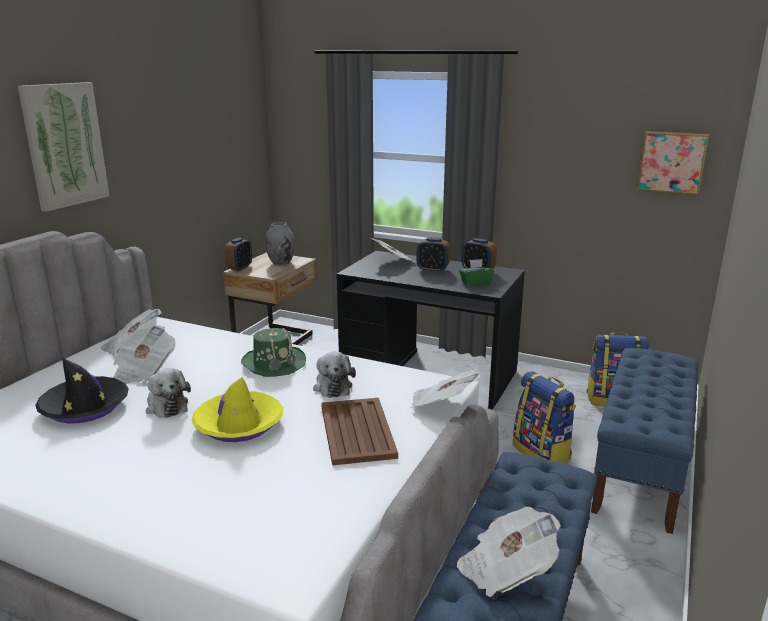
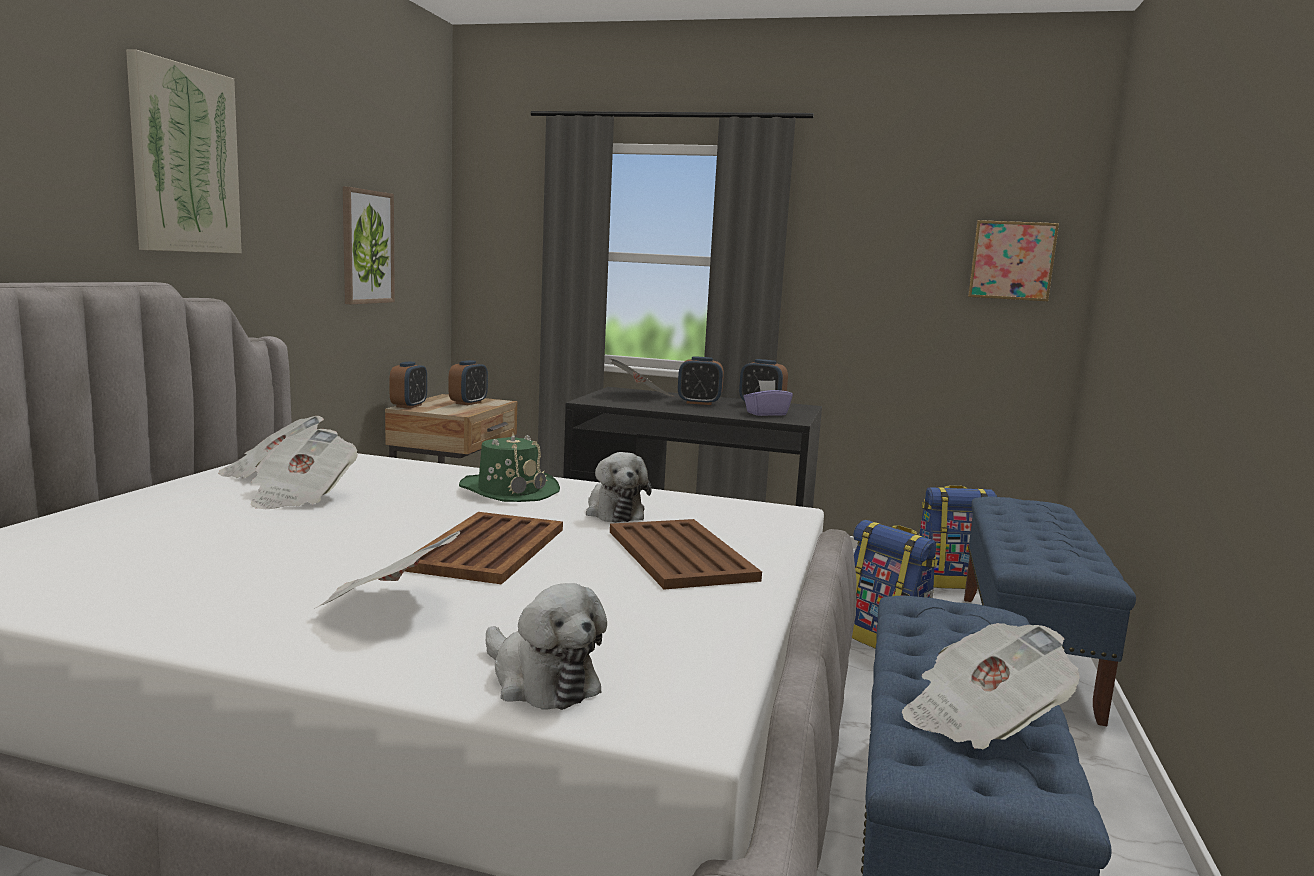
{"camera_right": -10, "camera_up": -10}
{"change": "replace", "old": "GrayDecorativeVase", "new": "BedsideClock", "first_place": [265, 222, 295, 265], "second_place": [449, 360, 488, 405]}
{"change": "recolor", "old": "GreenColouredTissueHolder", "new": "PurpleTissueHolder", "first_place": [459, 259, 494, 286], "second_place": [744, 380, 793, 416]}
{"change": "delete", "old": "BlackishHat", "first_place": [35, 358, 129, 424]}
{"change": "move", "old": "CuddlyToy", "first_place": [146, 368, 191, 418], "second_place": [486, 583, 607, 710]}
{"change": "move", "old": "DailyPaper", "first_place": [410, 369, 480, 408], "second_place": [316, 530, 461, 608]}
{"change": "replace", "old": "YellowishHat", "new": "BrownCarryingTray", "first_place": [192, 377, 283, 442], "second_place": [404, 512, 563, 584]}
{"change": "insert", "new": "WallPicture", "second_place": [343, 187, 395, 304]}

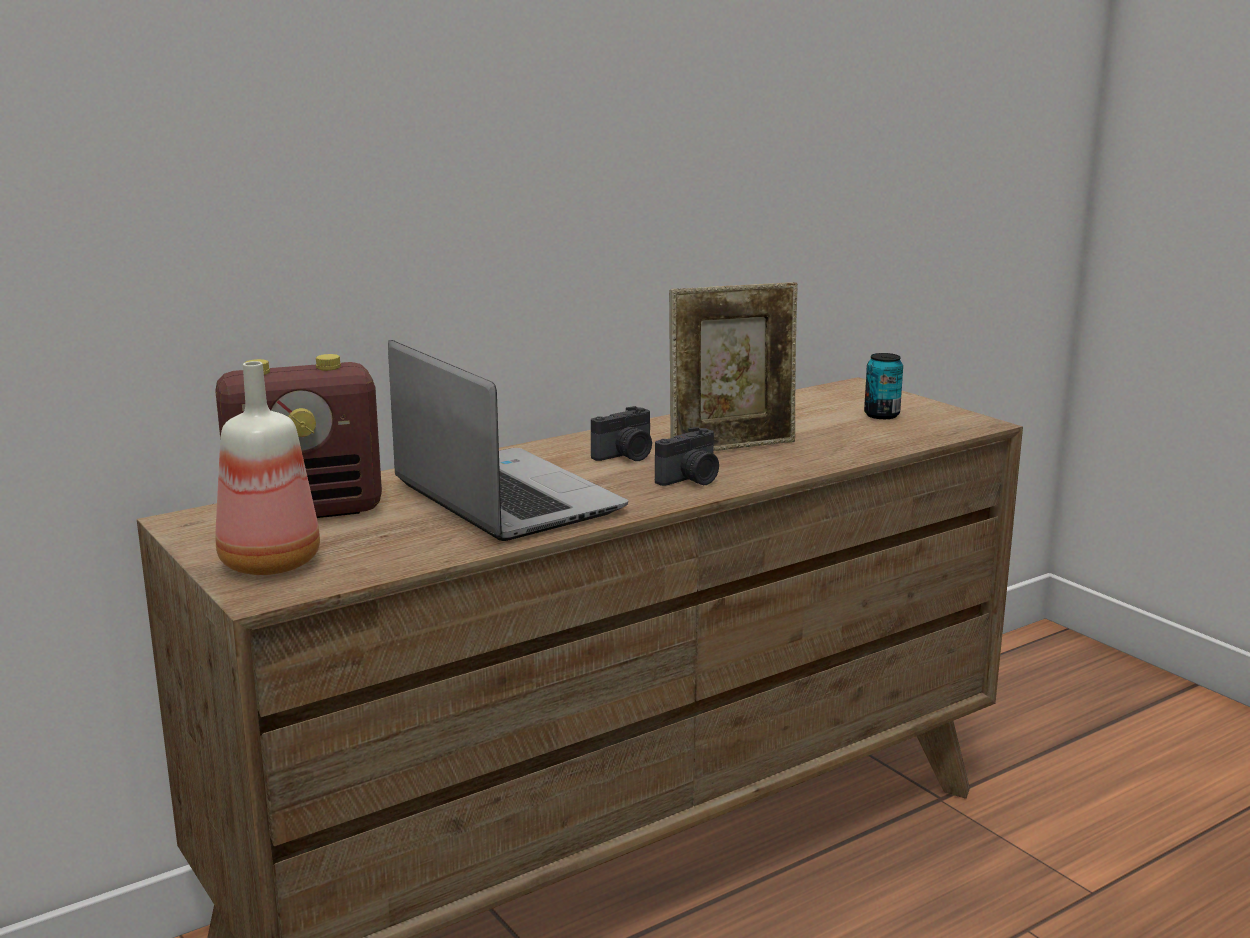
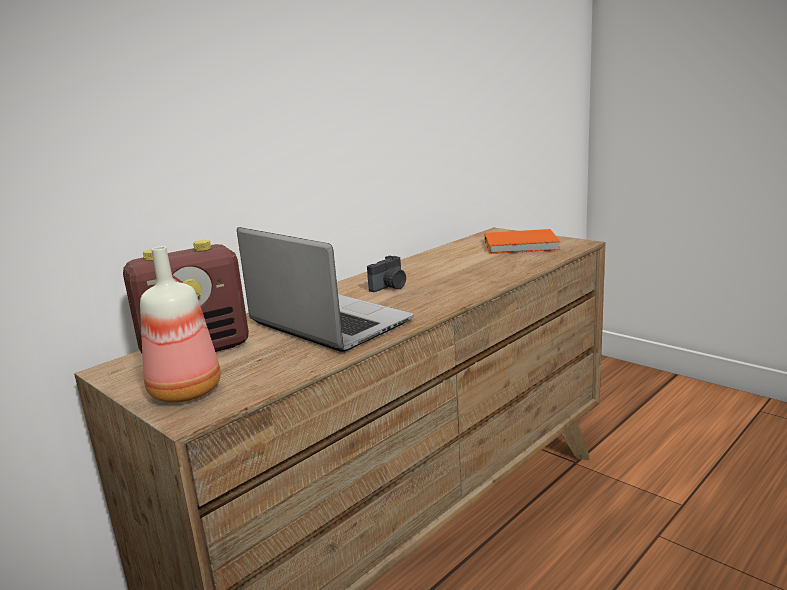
{"camera_right": -10, "camera_up": 0}
{"change": "delete", "old": "PictureFrame", "first_place": [669, 282, 798, 451]}
{"change": "replace", "old": "MetalCan", "new": "OrangeColouredBook", "first_place": [864, 353, 903, 419], "second_place": [485, 229, 560, 254]}
{"change": "delete", "old": "StillCamera", "first_place": [655, 426, 719, 486]}

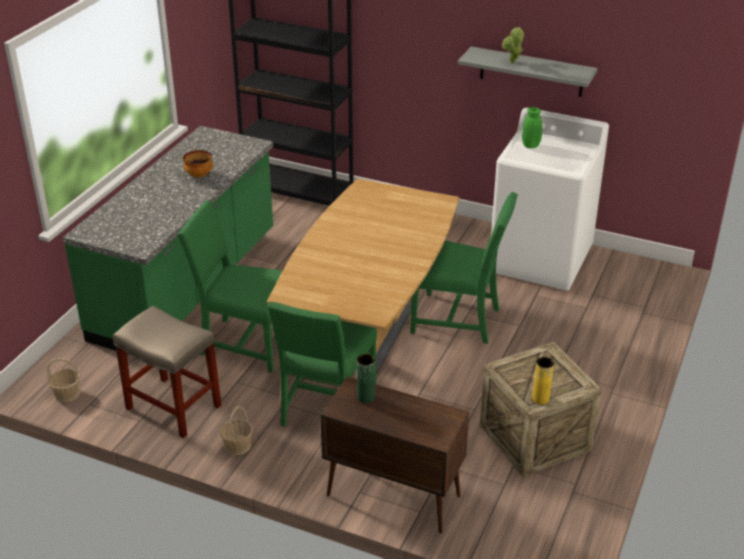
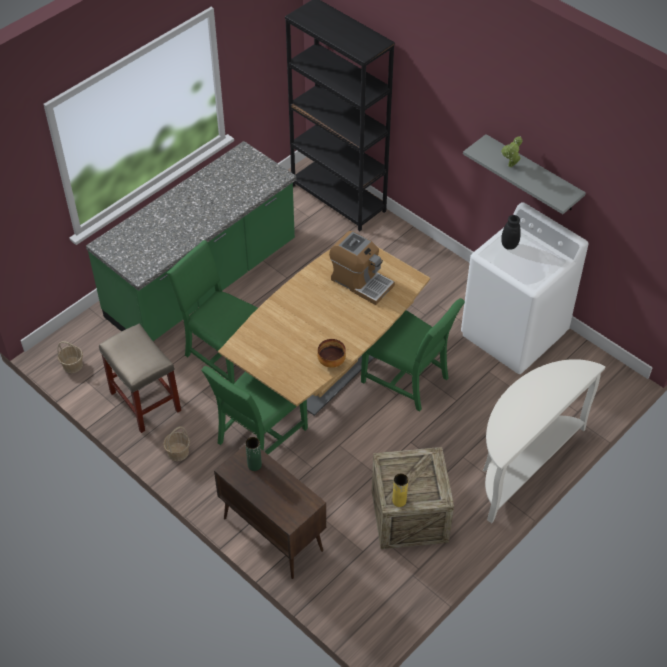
{"camera_right": 20, "camera_up": 15}
{"change": "recolor", "old": "GreenColouredDecorativeVase", "new": "BlackishDecorativeVase", "first_place": [522, 107, 542, 148], "second_place": [501, 215, 521, 250]}
{"change": "move", "old": "DeepDish", "first_place": [183, 150, 213, 177], "second_place": [317, 339, 346, 368]}
{"change": "insert", "new": "CoffeeBrewer", "second_place": [329, 231, 395, 305]}
{"change": "insert", "new": "WhiteColouredHallTable", "second_place": [483, 359, 605, 523]}

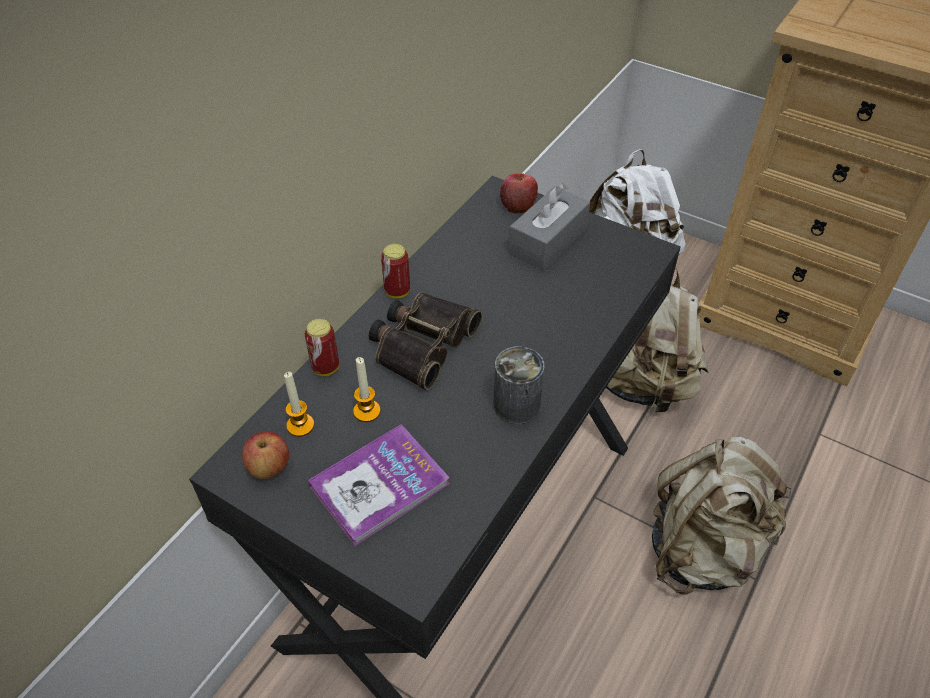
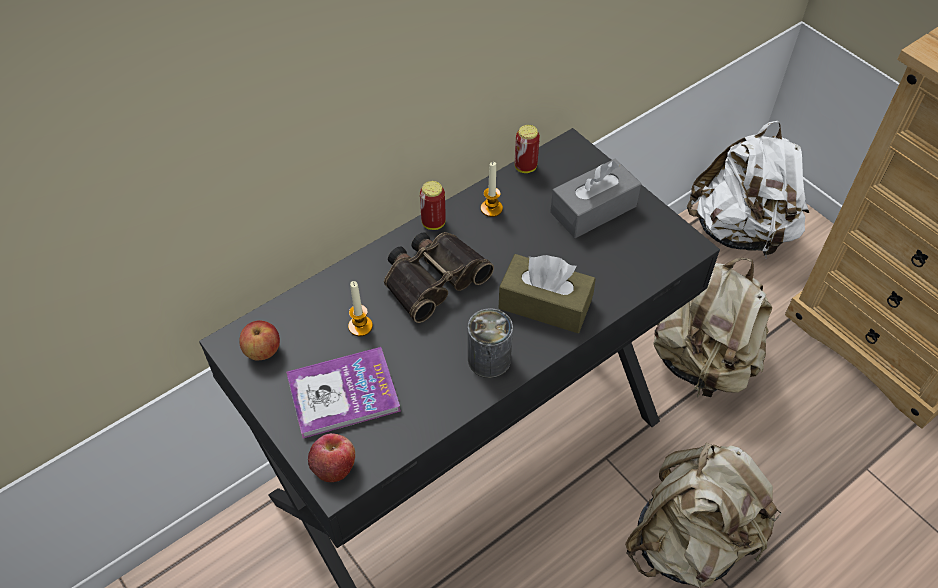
{"camera_right": 20, "camera_up": 5}
{"change": "move", "old": "AppleFruit", "first_place": [500, 173, 538, 214], "second_place": [308, 433, 355, 482]}
{"change": "move", "old": "MetalCan", "first_place": [305, 319, 339, 376], "second_place": [515, 125, 540, 173]}
{"change": "move", "old": "WaxLight", "first_place": [284, 372, 314, 437], "second_place": [481, 162, 503, 217]}
{"change": "insert", "new": "BrownTissueHolder", "second_place": [499, 254, 596, 333]}

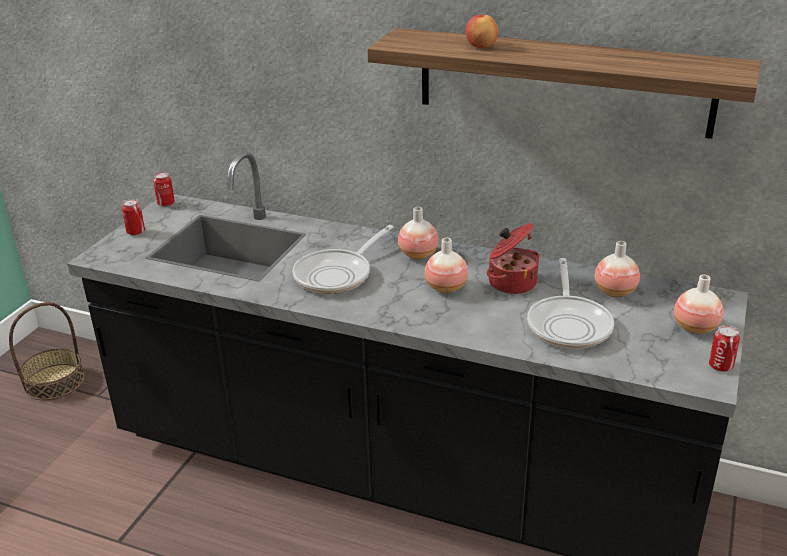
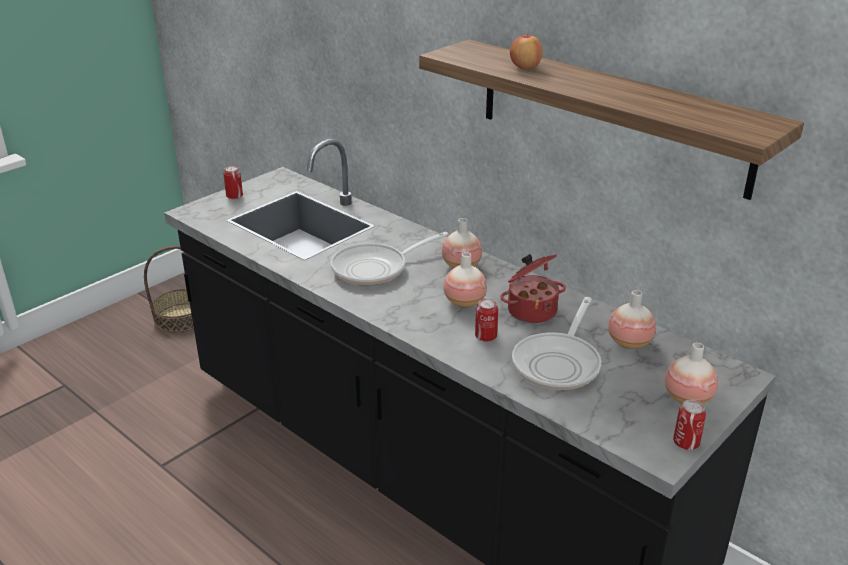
{"camera_right": 20, "camera_up": 0}
{"change": "move", "old": "MetalCan", "first_place": [153, 172, 175, 207], "second_place": [475, 299, 498, 342]}

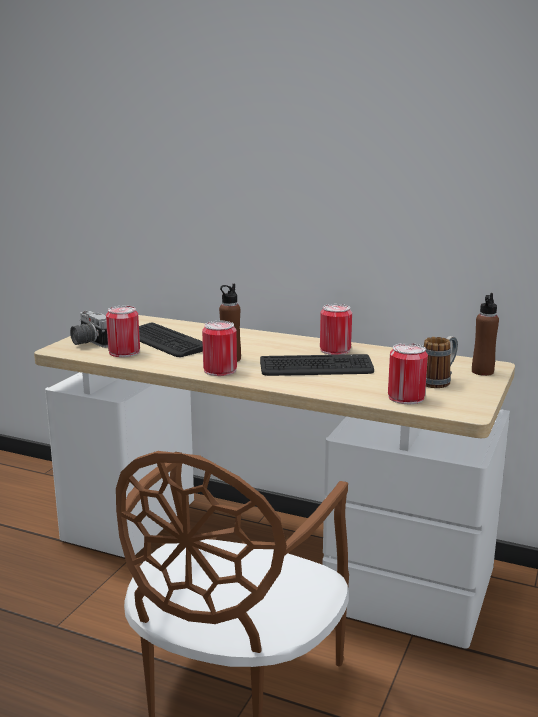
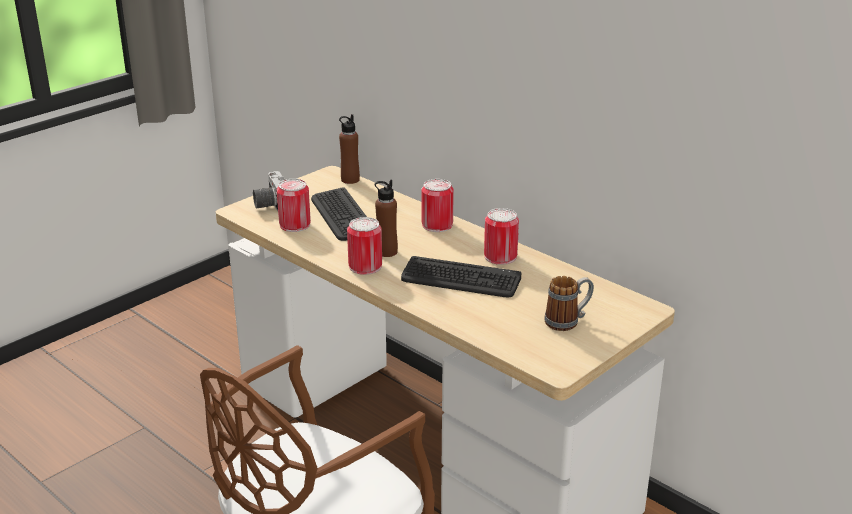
{"camera_right": 20, "camera_up": 10}
{"change": "move", "old": "BrownDrinkBottle", "first_place": [472, 293, 499, 376], "second_place": [339, 114, 360, 184]}
{"change": "move", "old": "MetalCan", "first_place": [388, 343, 428, 404], "second_place": [422, 179, 454, 232]}

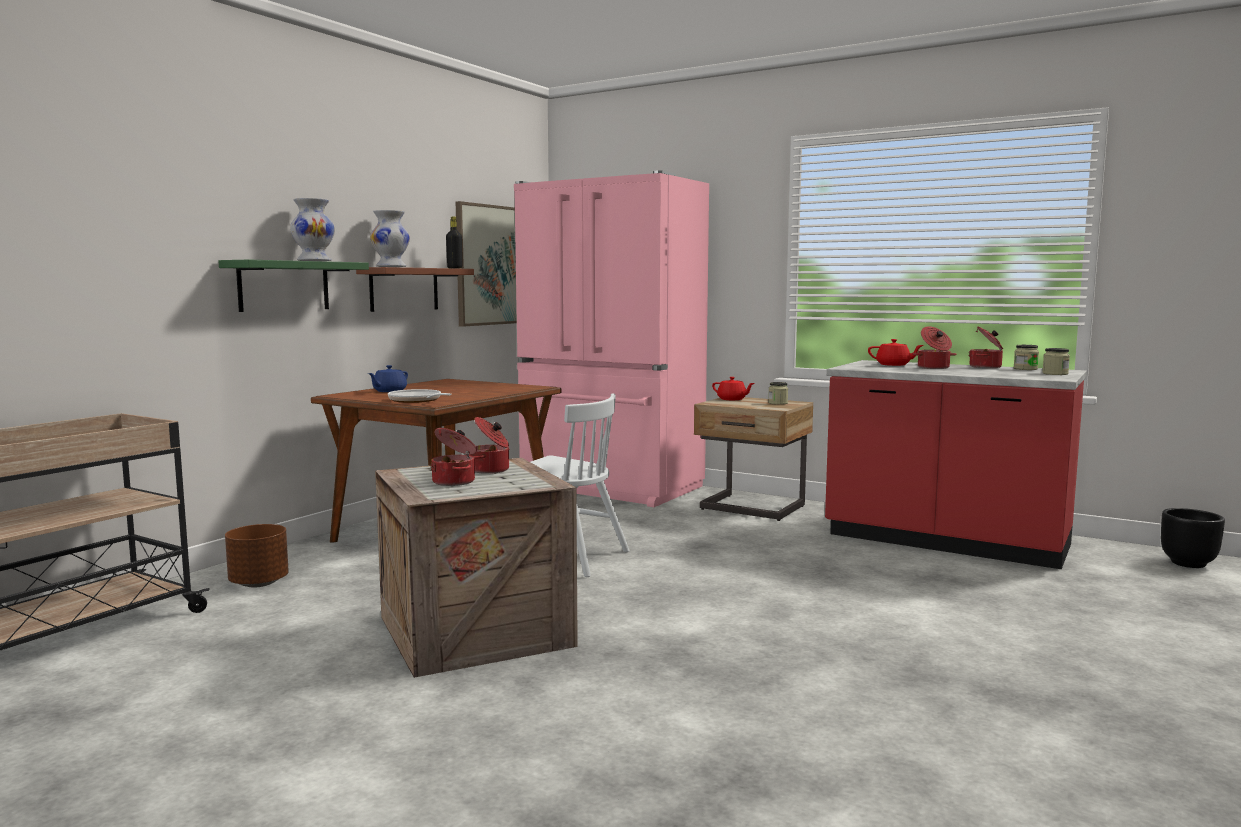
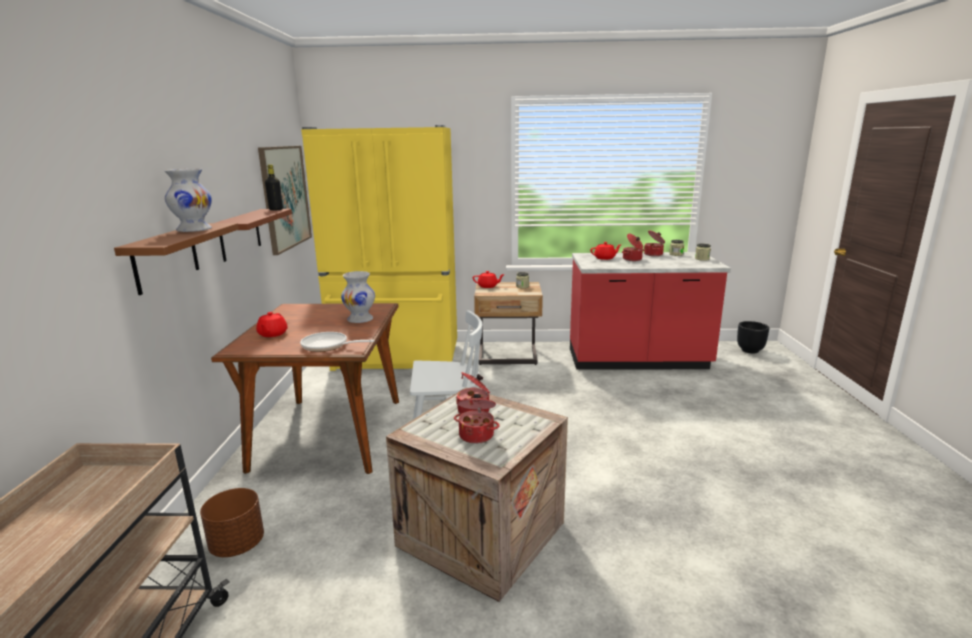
{"camera_right": -30, "camera_up": 10}
{"change": "recolor", "old": "PinkishKitchenFridge", "new": "YellowishKitchenFridge", "first_place": [514, 170, 709, 507], "second_place": [301, 125, 457, 371]}
{"change": "move", "old": "WhiteColouredDecorativeVase", "first_place": [370, 210, 410, 267], "second_place": [341, 271, 375, 323]}
{"change": "recolor", "old": "GreenColouredBracketShelf", "new": "BrownBracketShelf", "first_place": [219, 260, 369, 312], "second_place": [114, 223, 239, 295]}
{"change": "recolor", "old": "BluePotForTea", "new": "RedColouredPotForTea", "first_place": [368, 365, 408, 392], "second_place": [256, 312, 288, 337]}

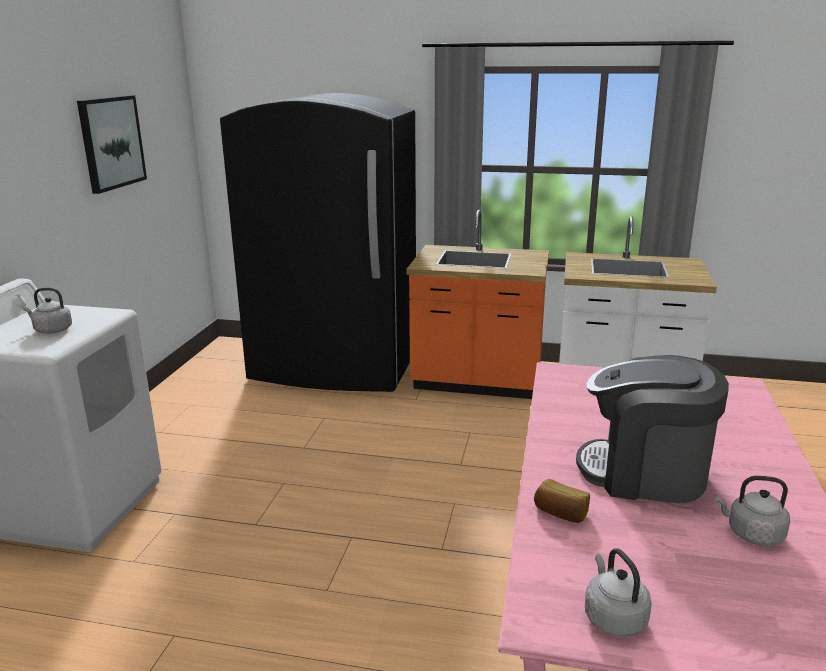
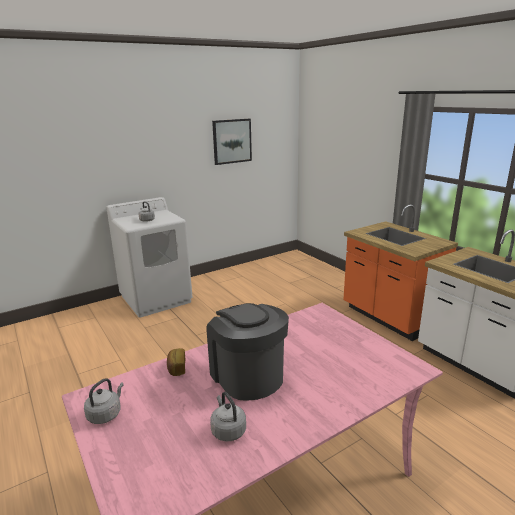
{"camera_right": 45, "camera_up": 0}
{"change": "delete", "old": "BlackishKitchenFridge", "first_place": [220, 93, 416, 392]}

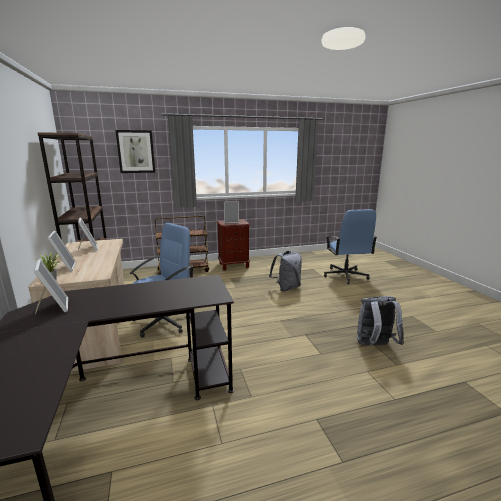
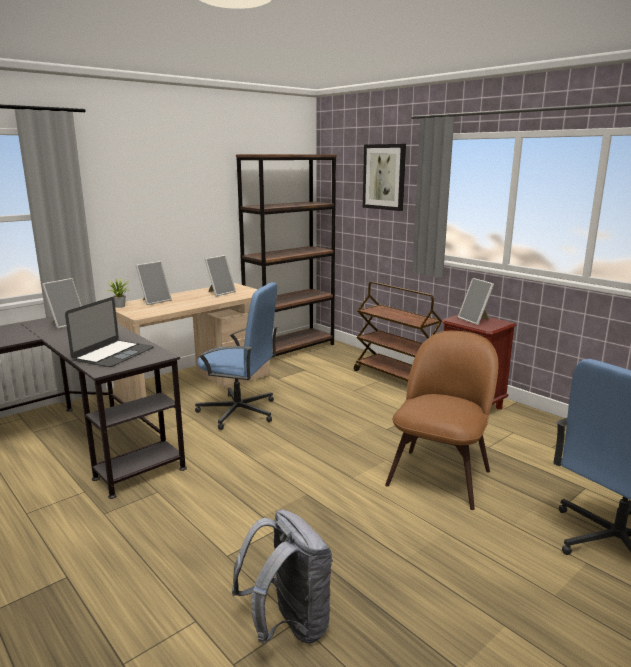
{"camera_right": 65, "camera_up": 0}
{"change": "replace", "old": "GrayKnapsack", "new": "BrownChair", "first_place": [269, 251, 302, 291], "second_place": [385, 330, 499, 510]}
{"change": "insert", "new": "NotebookComputer", "second_place": [65, 297, 154, 367]}

